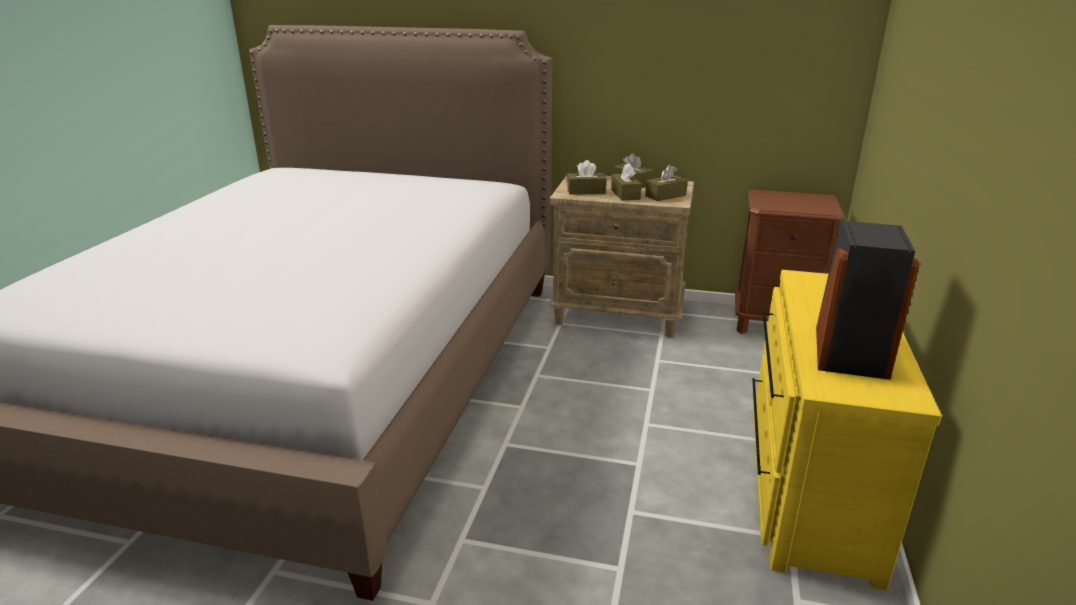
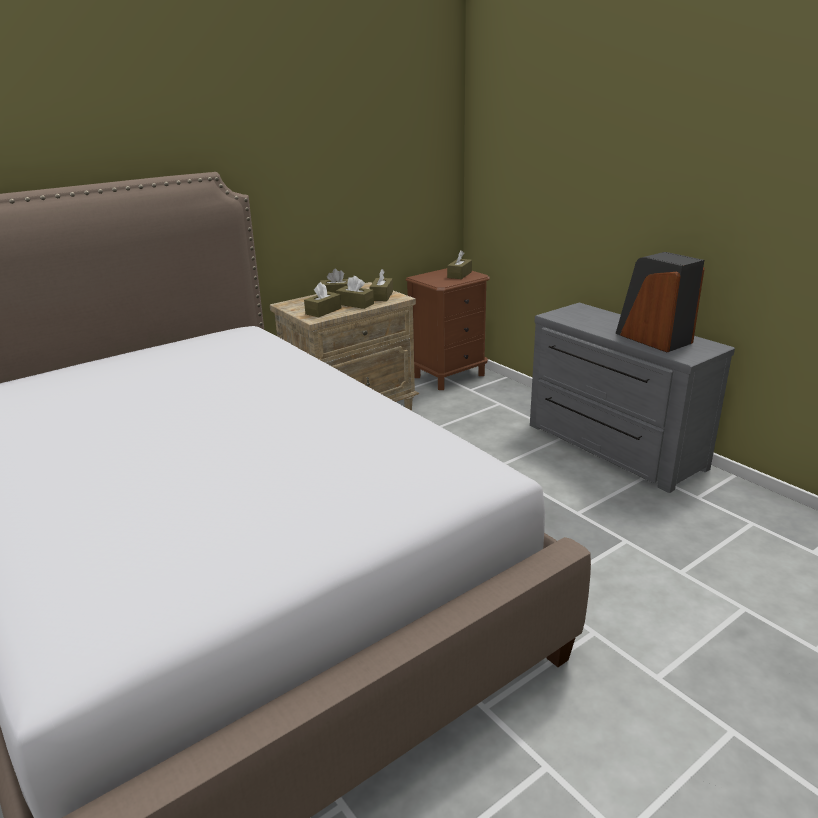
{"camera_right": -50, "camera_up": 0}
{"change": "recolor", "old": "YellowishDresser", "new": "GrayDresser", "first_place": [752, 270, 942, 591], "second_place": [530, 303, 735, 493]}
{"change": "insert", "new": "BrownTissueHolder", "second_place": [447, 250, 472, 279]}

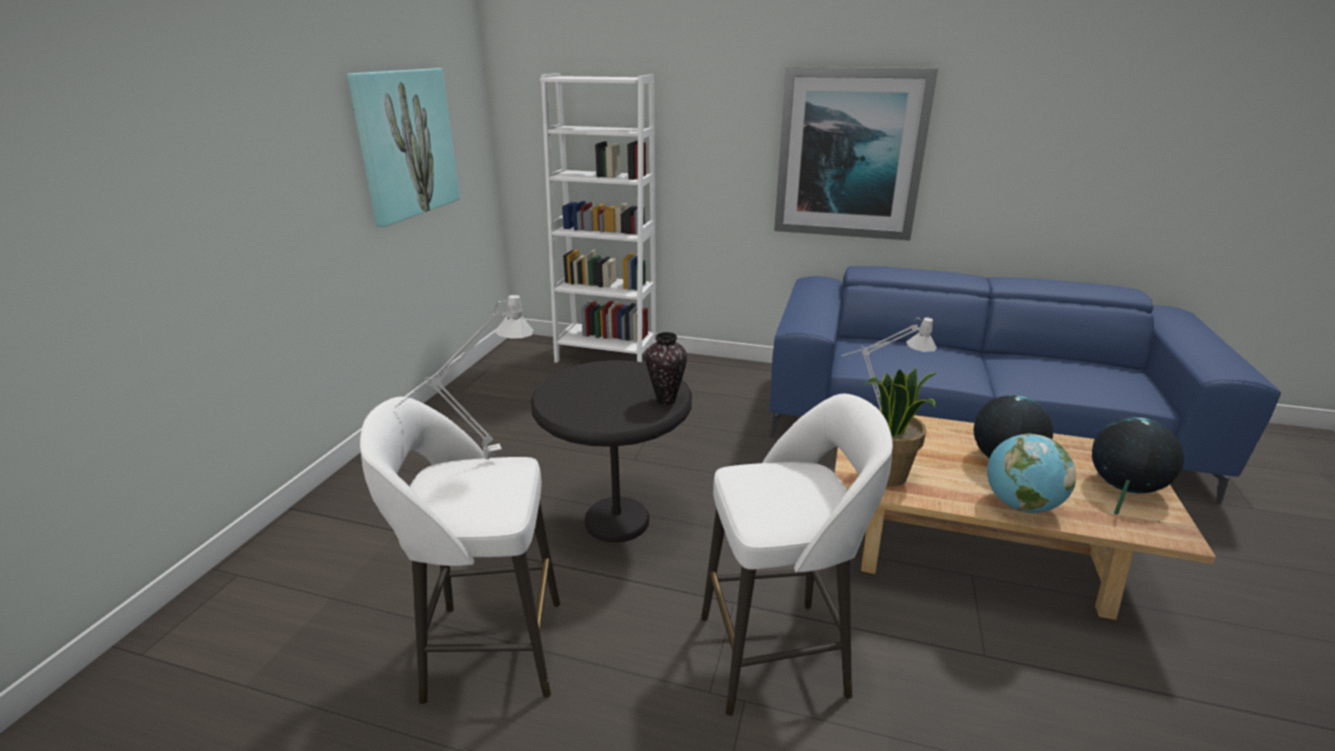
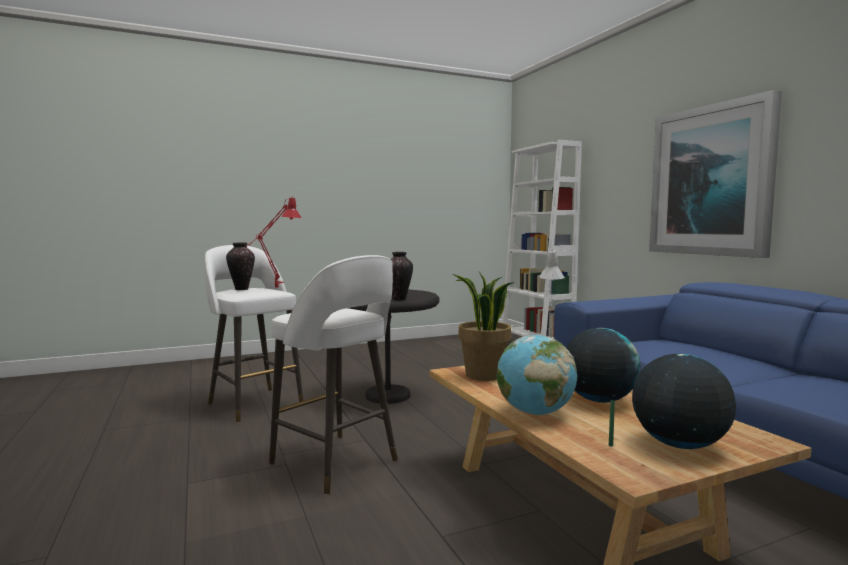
{"camera_right": 50, "camera_up": -20}
{"change": "delete", "old": "WallPicture", "first_place": [347, 68, 460, 227]}
{"change": "recolor", "old": "GrayTableLamp", "new": "RedColouredTableLamp", "first_place": [395, 294, 534, 459], "second_place": [246, 196, 301, 288]}
{"change": "insert", "new": "DecorativeVase", "second_place": [226, 243, 255, 290]}

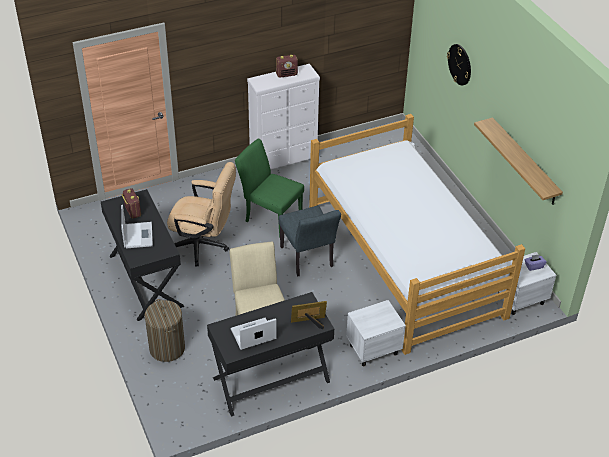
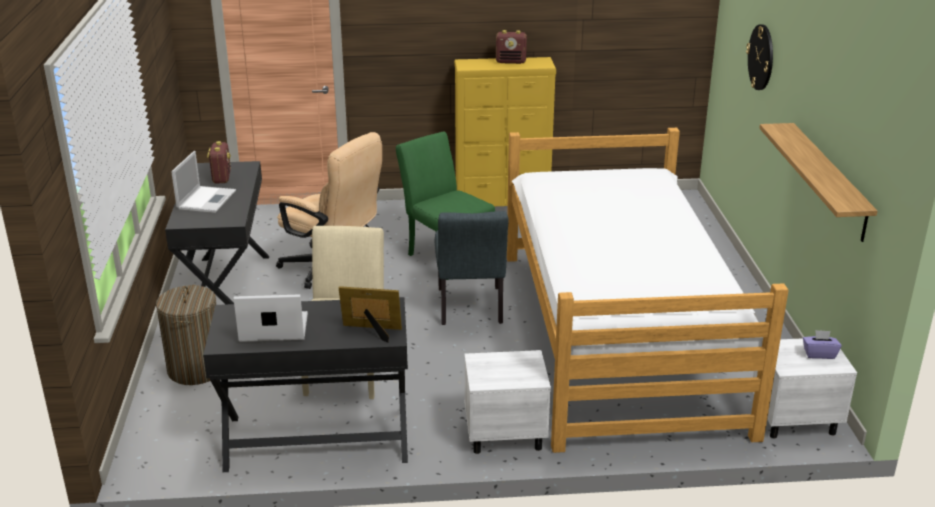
{"camera_right": 20, "camera_up": -15}
{"change": "recolor", "old": "WhiteColouredDresser", "new": "YellowishDresser", "first_place": [247, 64, 320, 170], "second_place": [454, 57, 556, 206]}

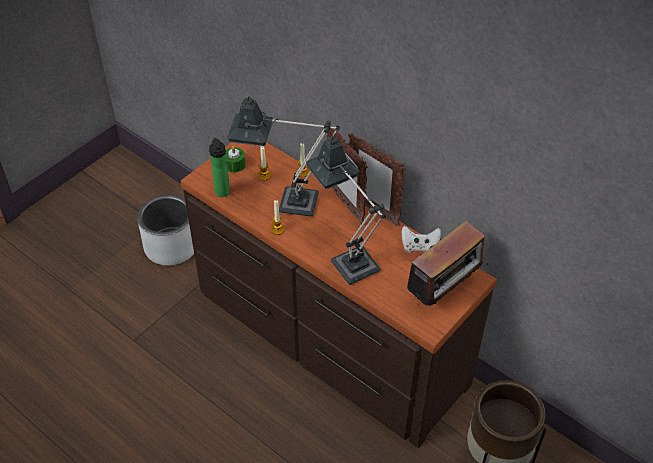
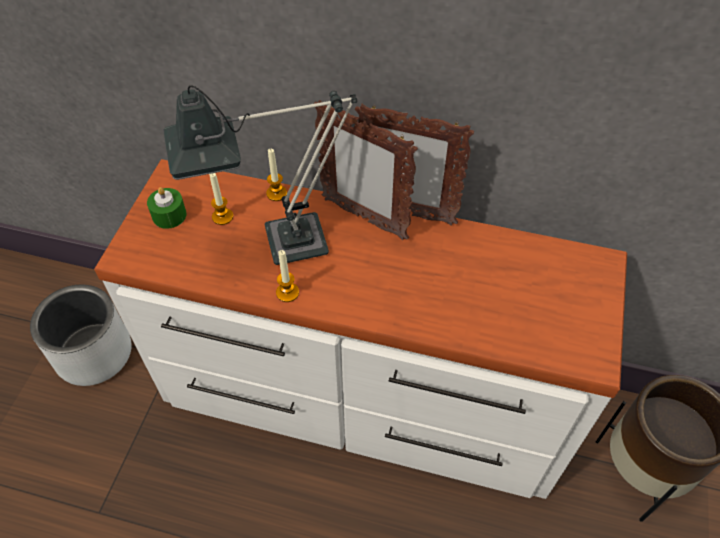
{"camera_right": -25, "camera_up": 5}
{"change": "delete", "old": "TableLamp", "first_place": [306, 136, 385, 285]}
{"change": "delete", "old": "DrinkBottle", "first_place": [209, 138, 230, 197]}
{"change": "recolor", "old": "BrownDresser", "new": "WhiteColouredDresser", "first_place": [181, 142, 497, 448], "second_place": [94, 159, 627, 499]}
{"change": "delete", "old": "RadioReceiver", "first_place": [401, 221, 488, 307]}
{"change": "delete", "old": "WhiteColouredGamepad", "first_place": [402, 226, 441, 253]}

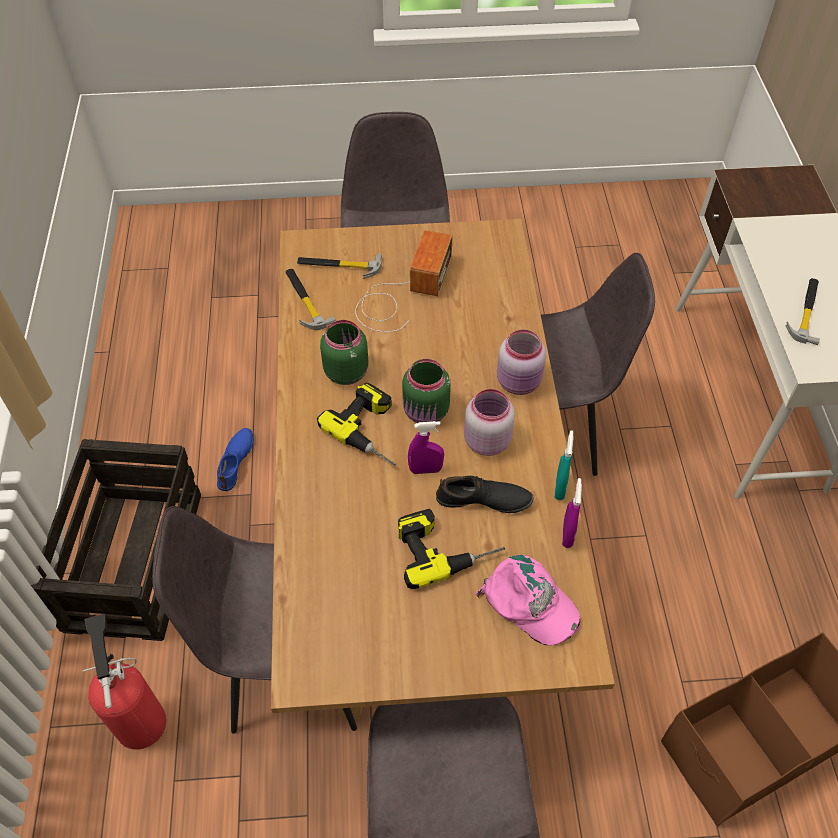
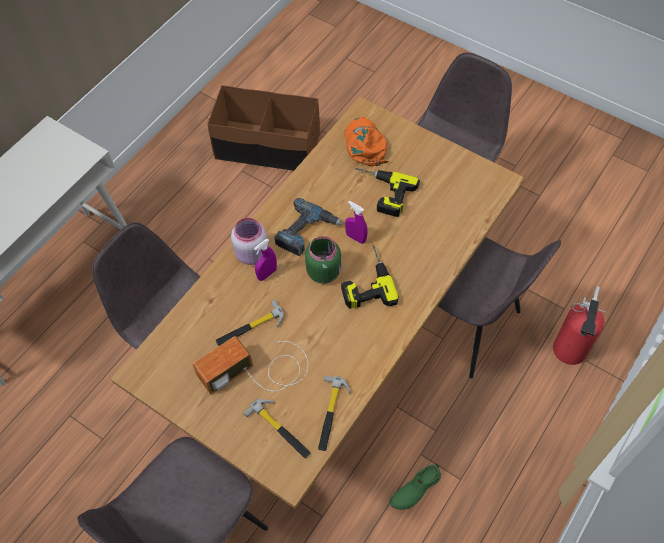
{"camera_right": -140, "camera_up": 5}
{"change": "move", "old": "HandHammer", "first_place": [785, 278, 820, 345], "second_place": [215, 300, 284, 346]}
{"change": "delete", "old": "GreenColouredPreserveJar", "first_place": [320, 320, 368, 385]}
{"change": "replace", "old": "PinkishPreserveJar", "new": "PowerDrill", "first_place": [464, 389, 515, 456], "second_place": [274, 198, 343, 256]}
{"change": "recolor", "old": "BlueShoe", "new": "GreenColouredShoe", "first_place": [217, 428, 254, 491], "second_place": [389, 464, 441, 510]}
{"change": "delete", "old": "TurquoiseSprayer", "first_place": [554, 430, 574, 500]}
{"change": "delete", "old": "PackingCrate", "first_place": [31, 439, 201, 641]}
{"change": "delete", "old": "BlackishShoe", "first_place": [436, 476, 534, 513]}
{"change": "move", "old": "PurpleSprayer", "first_place": [562, 478, 582, 548], "second_place": [254, 239, 277, 281]}
{"change": "recolor", "old": "PinkishBaseballCap", "new": "OrangeColouredBaseballCap", "first_place": [475, 554, 580, 645], "second_place": [344, 117, 388, 166]}

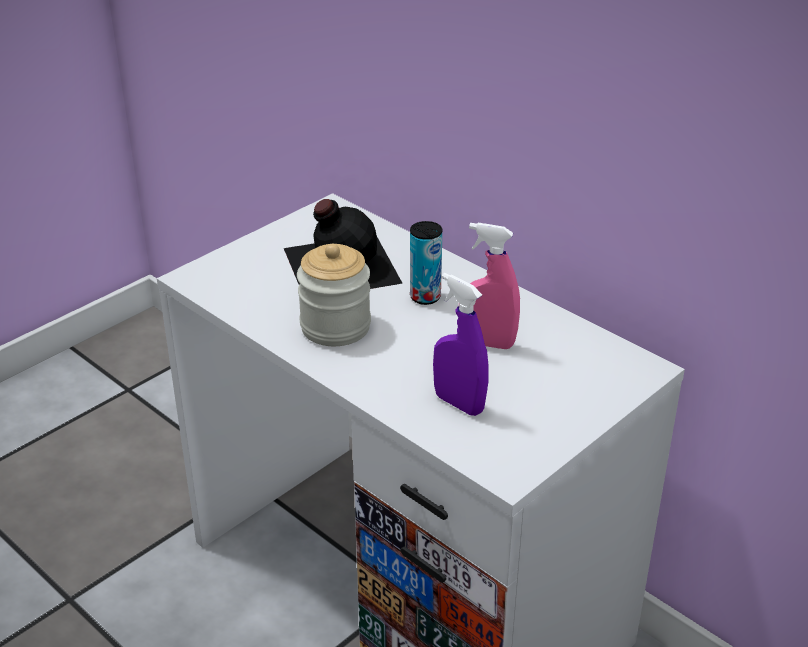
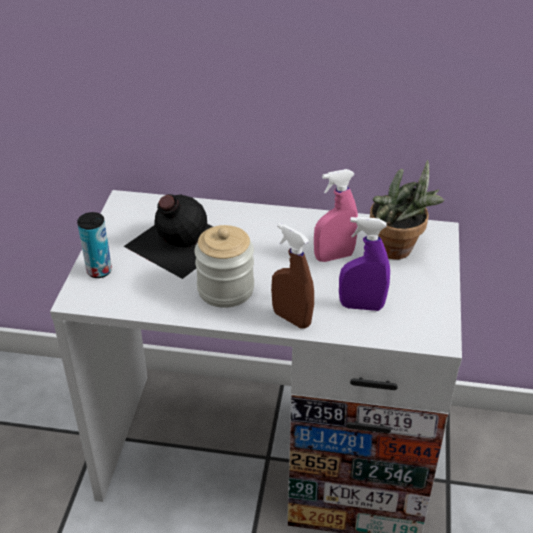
{"camera_right": -35, "camera_up": 5}
{"change": "move", "old": "MetalCan", "first_place": [410, 221, 442, 305], "second_place": [77, 212, 112, 278]}
{"change": "insert", "new": "PottedPlant", "second_place": [370, 160, 444, 259]}
{"change": "insert", "new": "BrownSprayer", "second_place": [271, 223, 314, 329]}

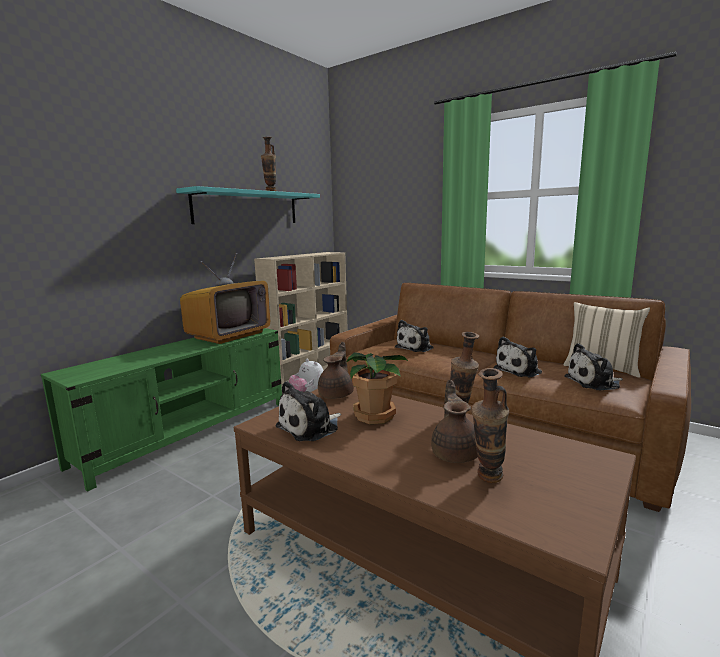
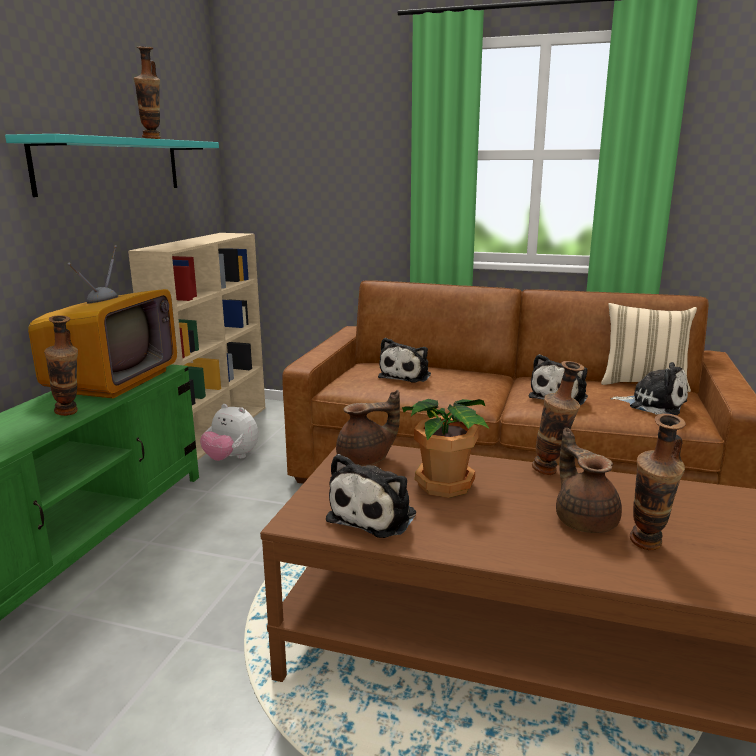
{"camera_right": -20, "camera_up": 5}
{"change": "rotate", "old": "BrownPotForTea", "first_place": [318, 342, 354, 399], "second_place": [336, 390, 400, 466], "degrees": 75}
{"change": "rotate", "old": "CuddlyToy", "first_place": [564, 343, 623, 390], "second_place": [611, 362, 688, 415], "degrees": -120}
{"change": "insert", "new": "DecorativeVase", "second_place": [44, 315, 78, 416]}

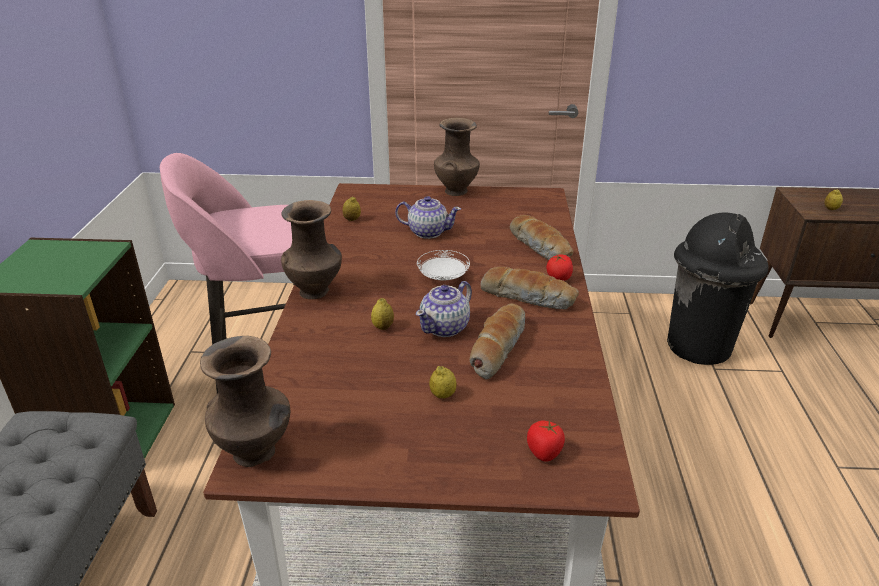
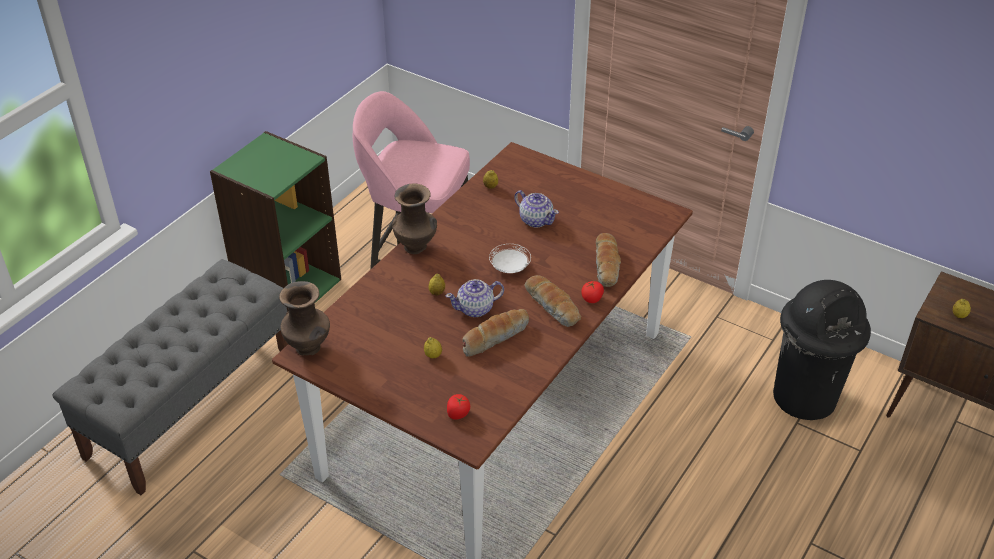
{"camera_right": 30, "camera_up": 10}
{"change": "delete", "old": "BrownDecorativeVase", "first_place": [434, 118, 480, 196]}

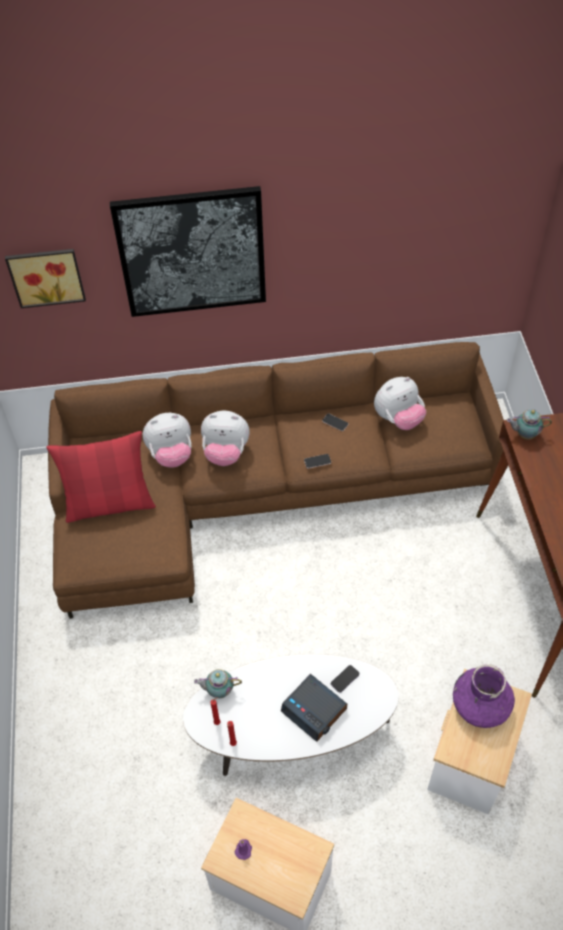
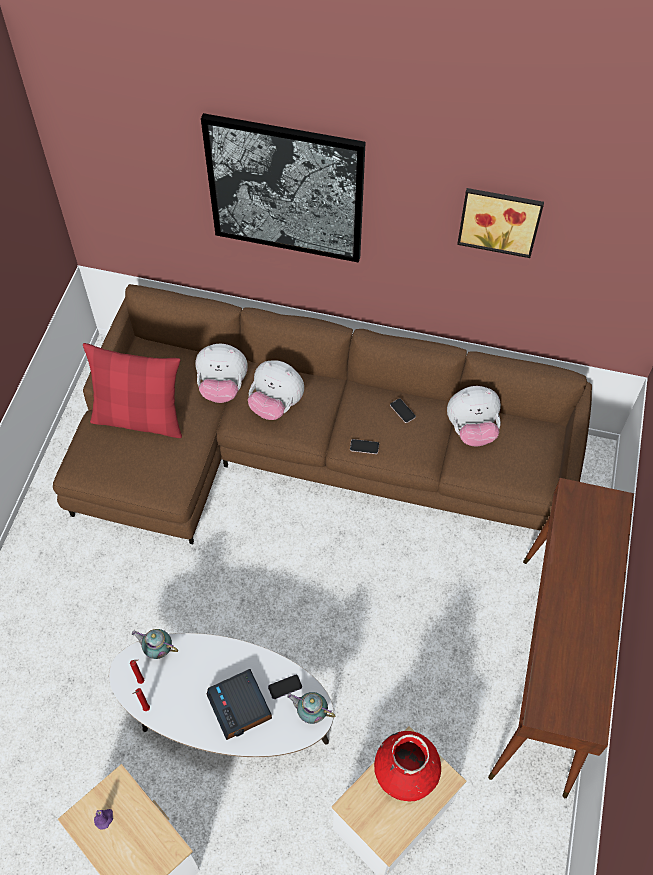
{"camera_right": 20, "camera_up": 5}
{"change": "move", "old": "WallPicture", "first_place": [5, 249, 86, 308], "second_place": [457, 188, 544, 258]}
{"change": "move", "old": "PotForTea", "first_place": [507, 409, 552, 440], "second_place": [287, 692, 335, 724]}
{"change": "recolor", "old": "PurpleDecorativeVase", "new": "RedColouredDecorativeVase", "first_place": [453, 664, 515, 728], "second_place": [374, 731, 441, 801]}

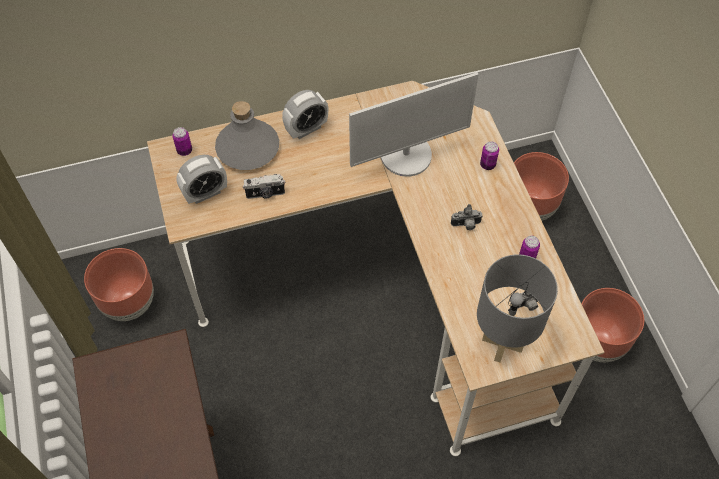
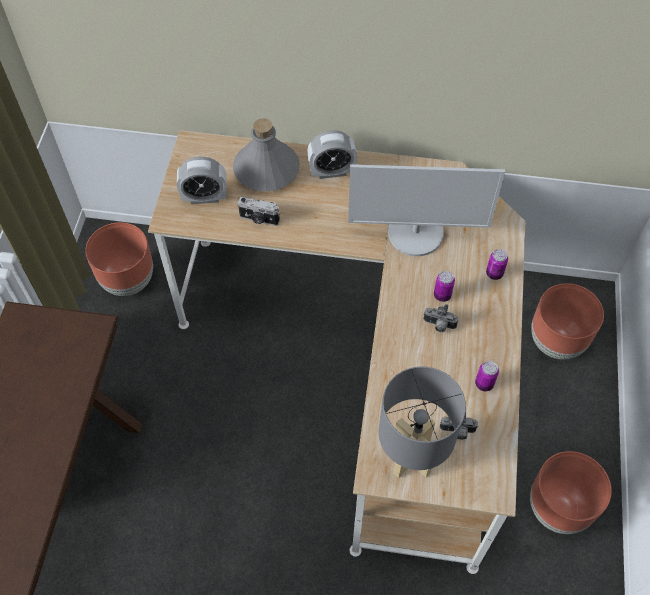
{"camera_right": 25, "camera_up": 0}
{"change": "move", "old": "MetalCan", "first_place": [173, 127, 192, 156], "second_place": [434, 271, 455, 302]}

